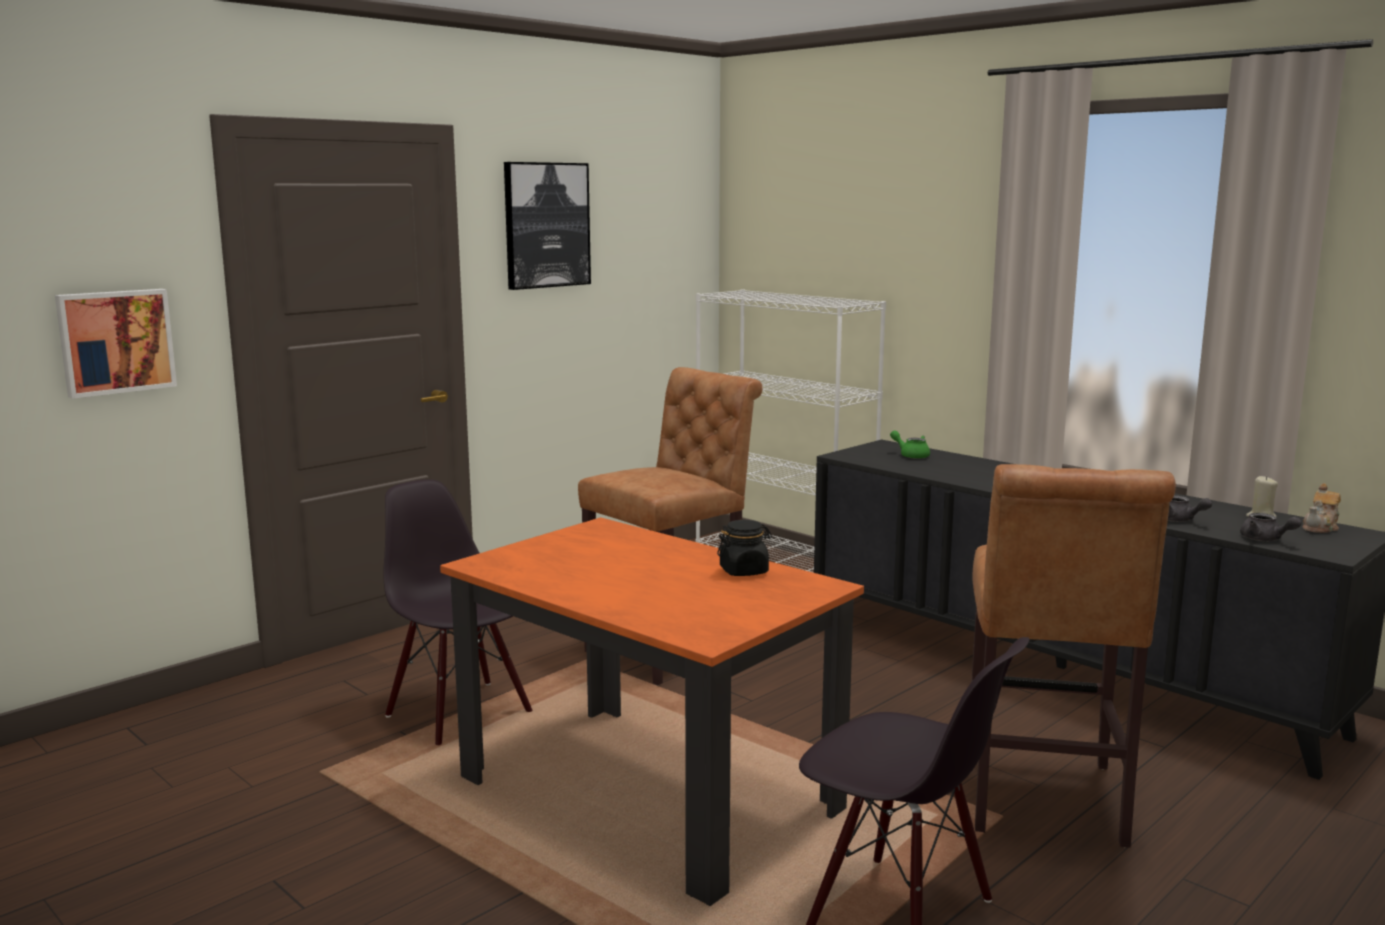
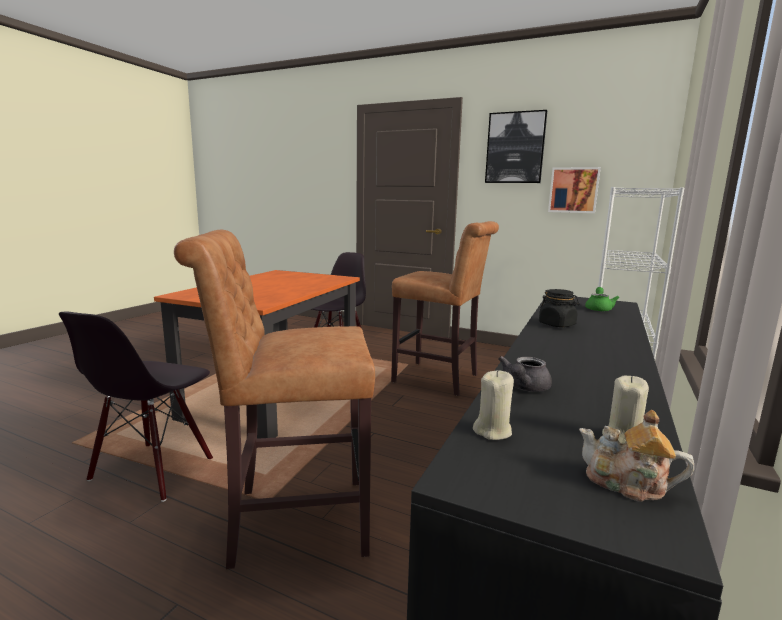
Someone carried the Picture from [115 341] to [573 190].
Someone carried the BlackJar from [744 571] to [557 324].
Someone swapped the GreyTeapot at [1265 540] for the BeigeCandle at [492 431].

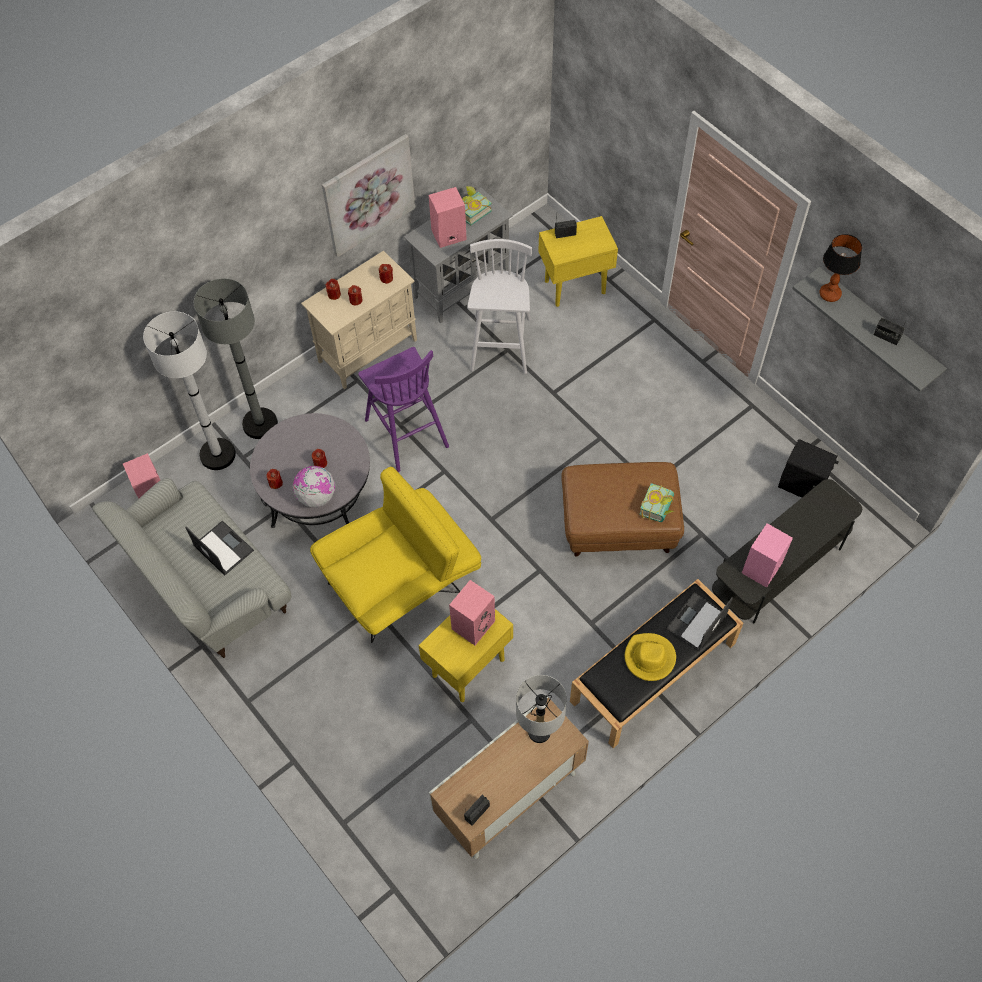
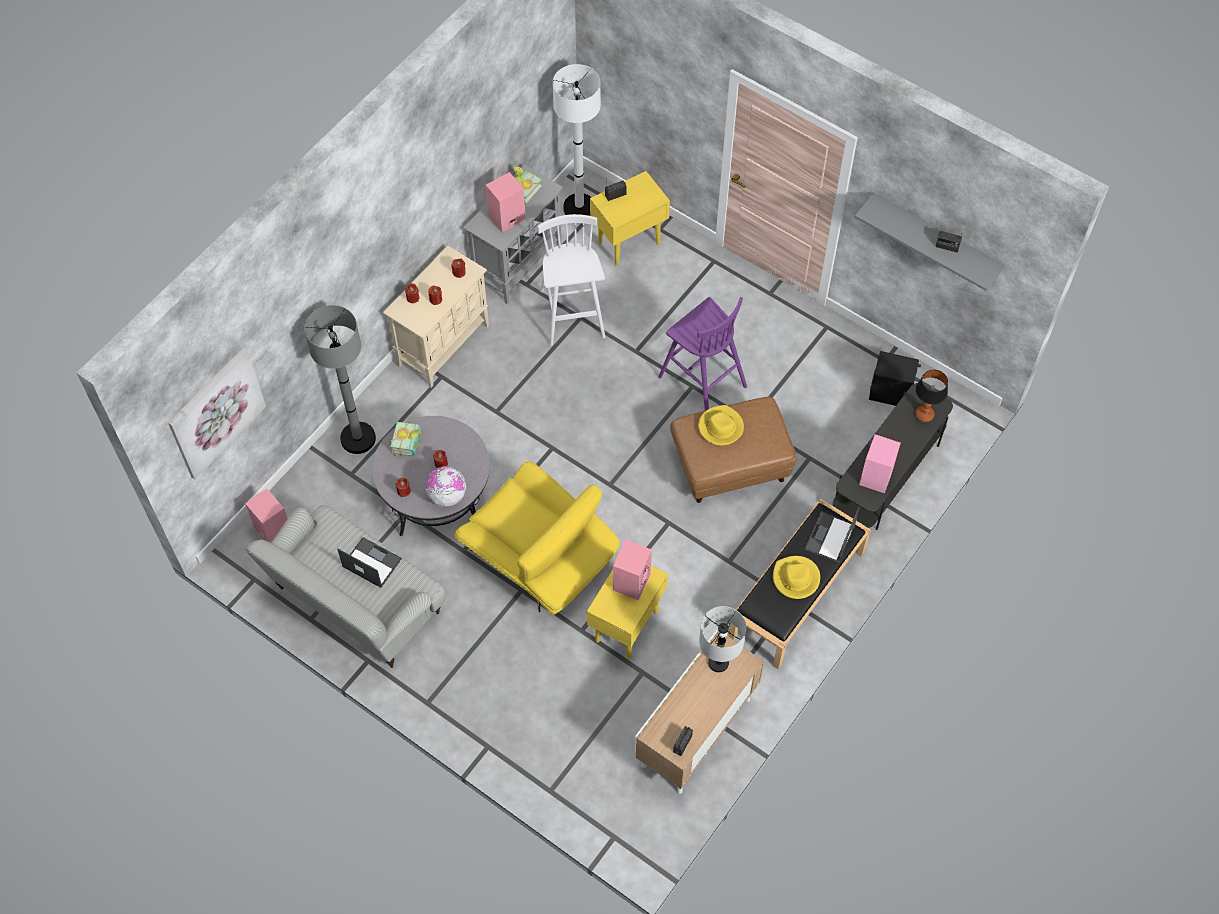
Someone carried the WhiteFloorLamp from [217 455] to [579 208].
Someone rotated the YellowArmchair at [401 580] by 90 degrees clockwise.
Someone carried the Picture from [368 195] to [216 412].
Someone carried the PurpleStool from [405 432] to [701 381].
Someone carried the Book from [659 508] to [410 443].
Someone carried the TableLamp from [830 294] to [924 415].
Someone put down the YellowHat at [720 427].

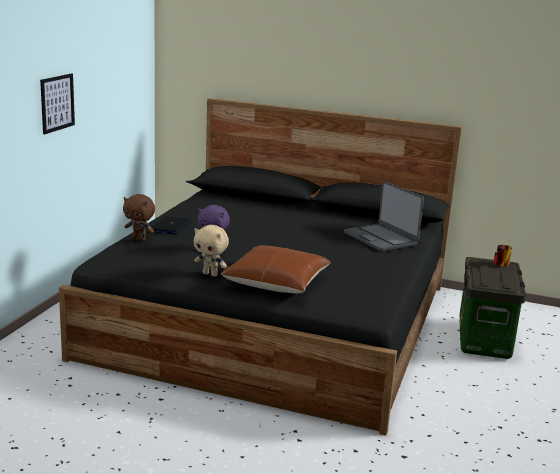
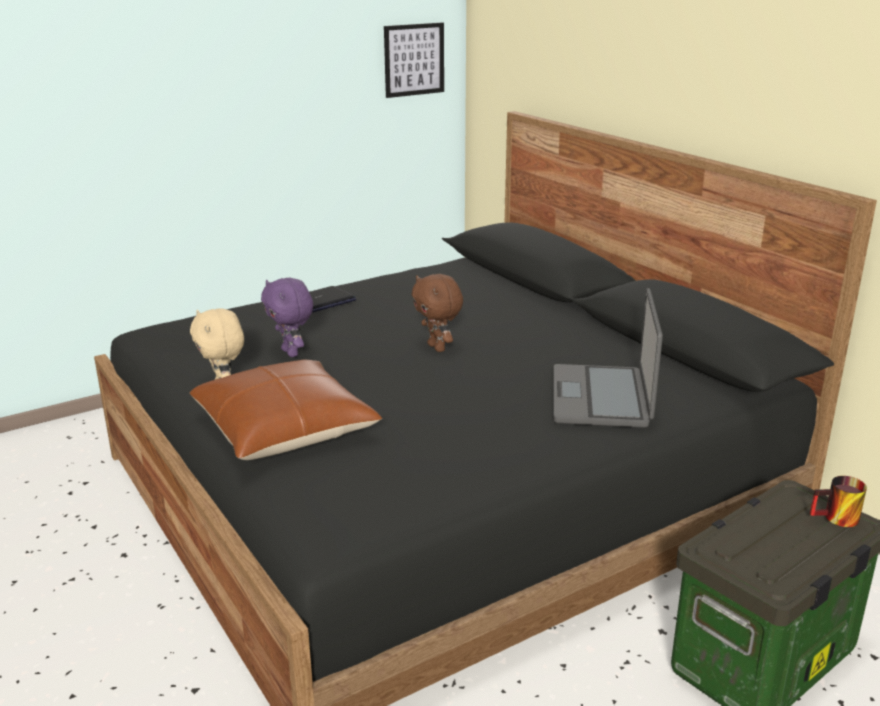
Someone carried the Picture from [57 103] to [414 59].
Someone carried the BrownPlushToy from [139 239] to [438 348].

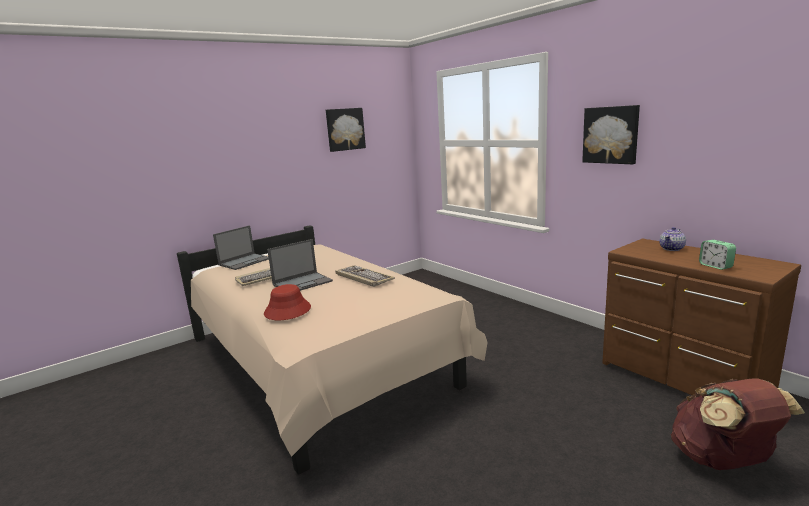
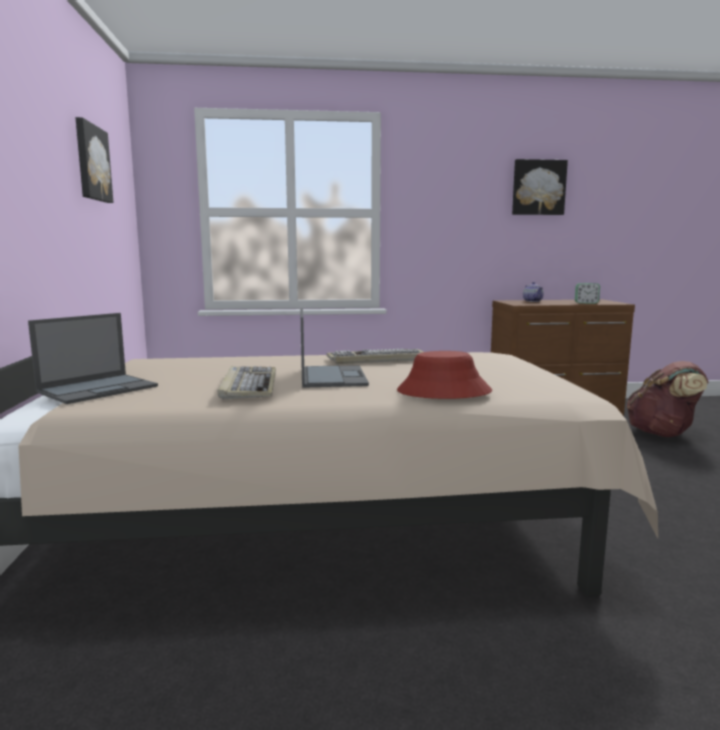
Someone rotated the Laptop at [245 261] by 60 degrees clockwise.
Someone carried the Picture from [611 135] to [538 187].

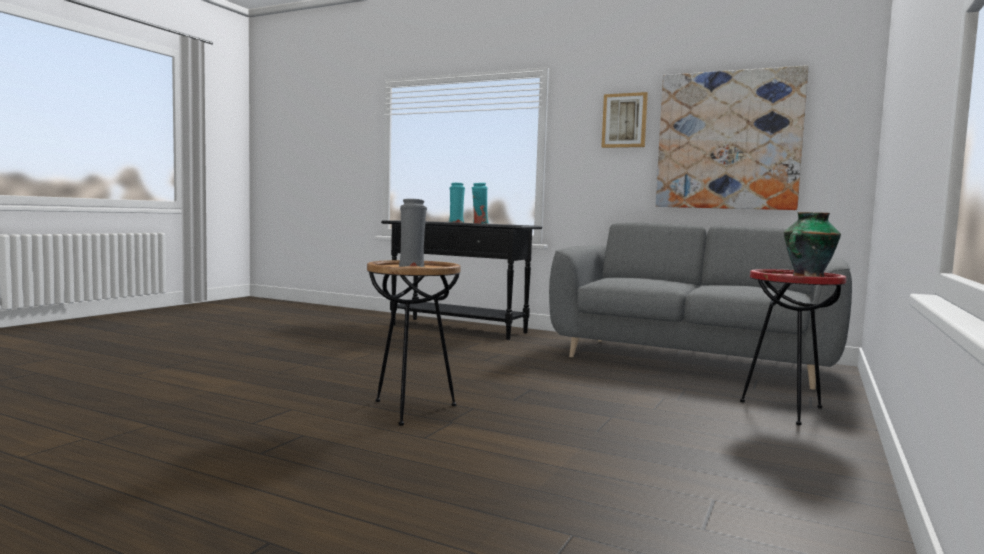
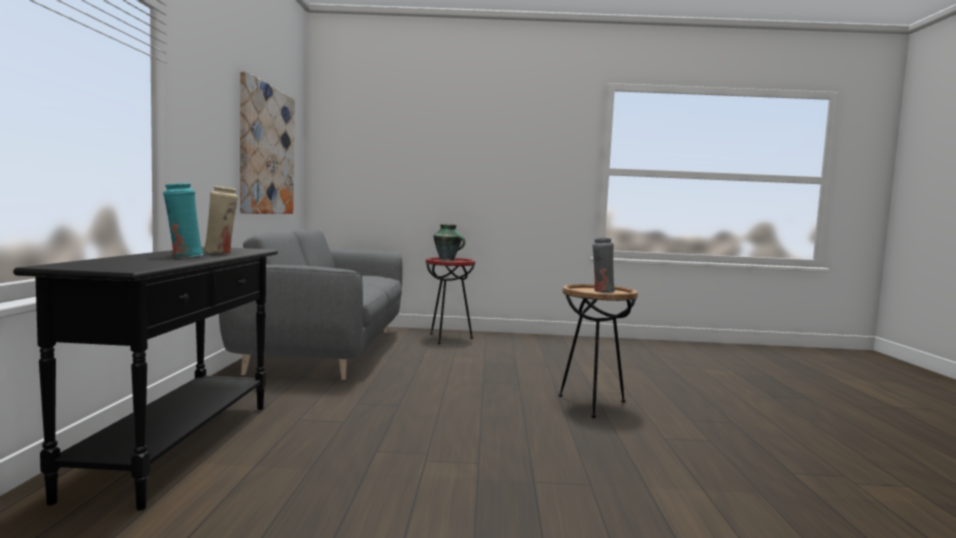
Someone repainted the TurquoiseVase at [479 223], which became the BeigeVase at [221 253].
Someone took away the Picture at [624 120].

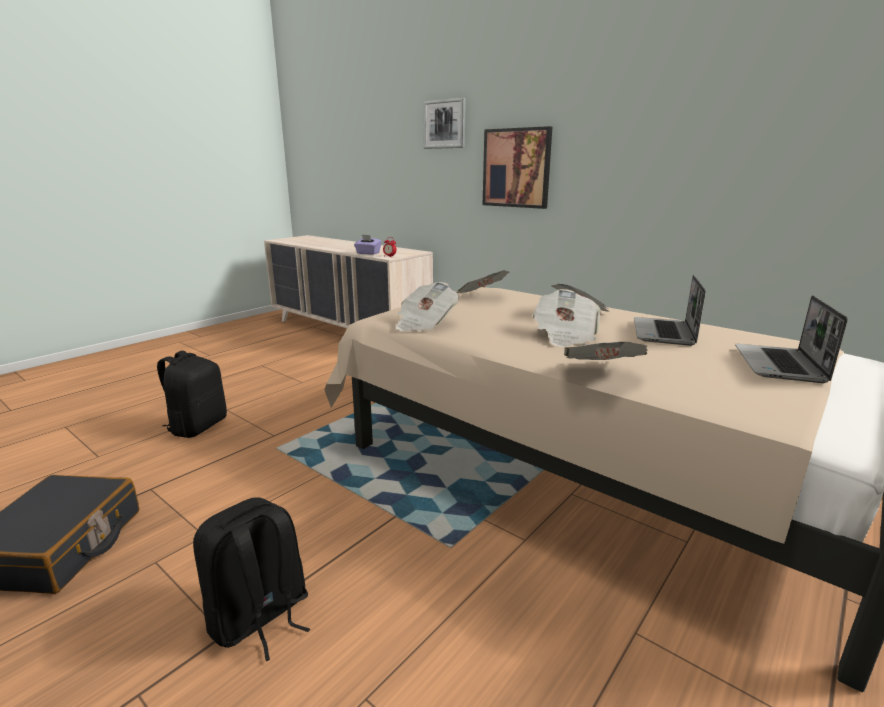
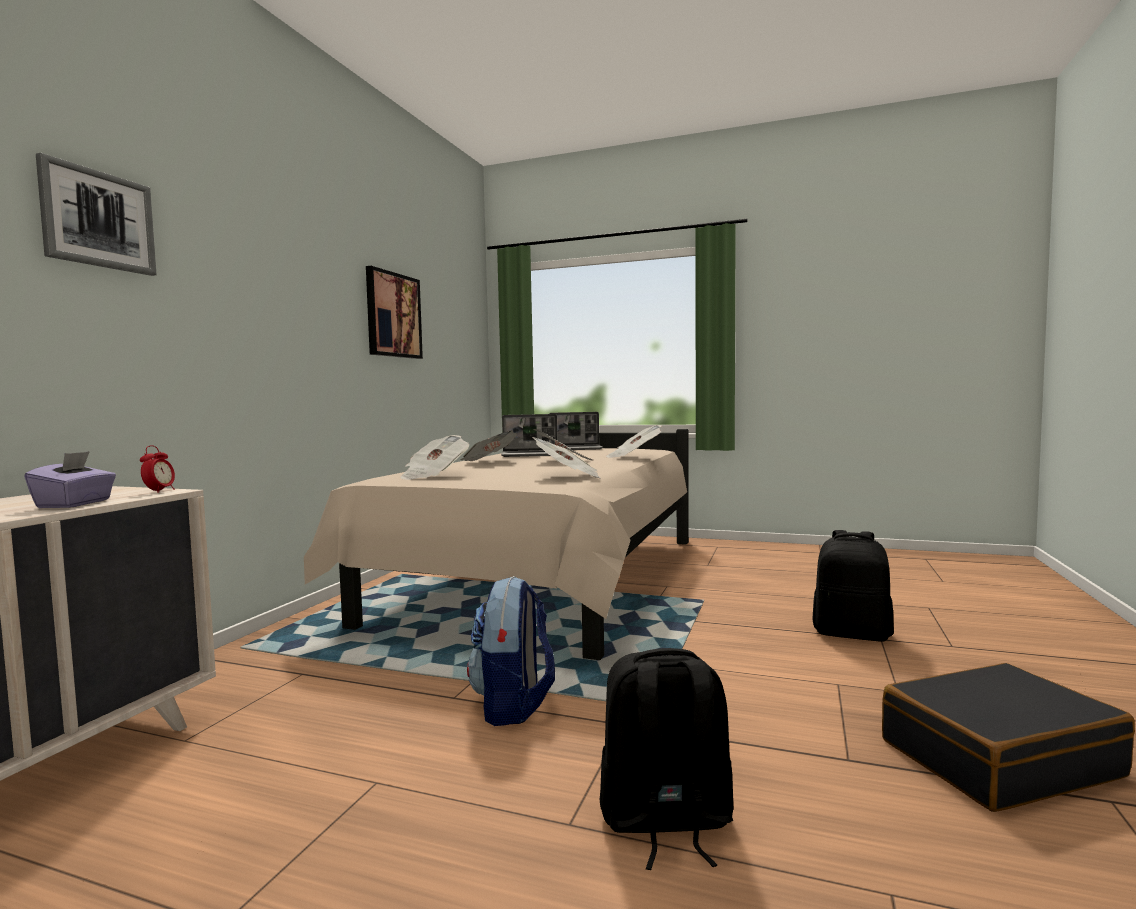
Someone carried the Picture from [516 168] to [393 315].
Someone put down the Backpack at [513 705].

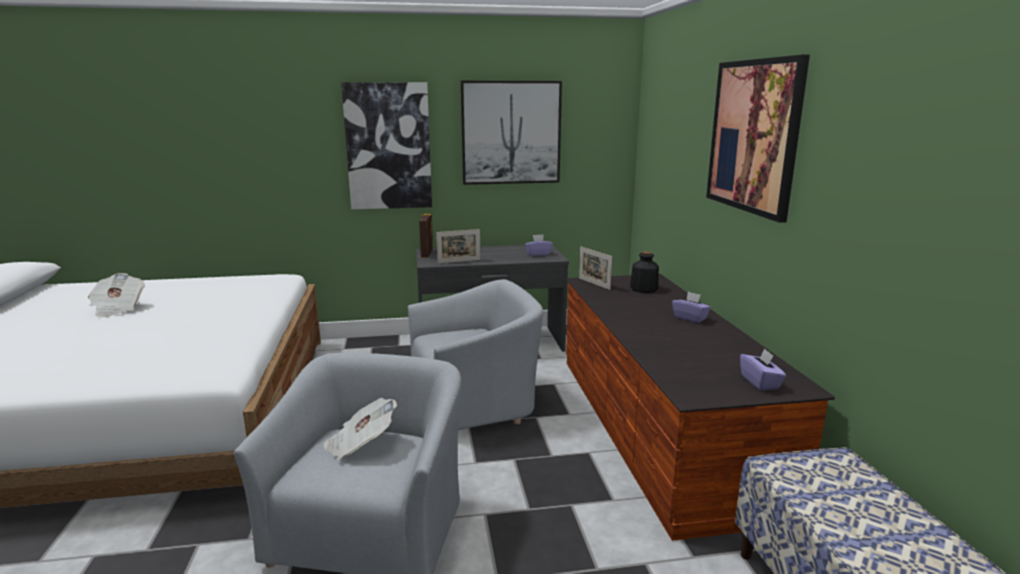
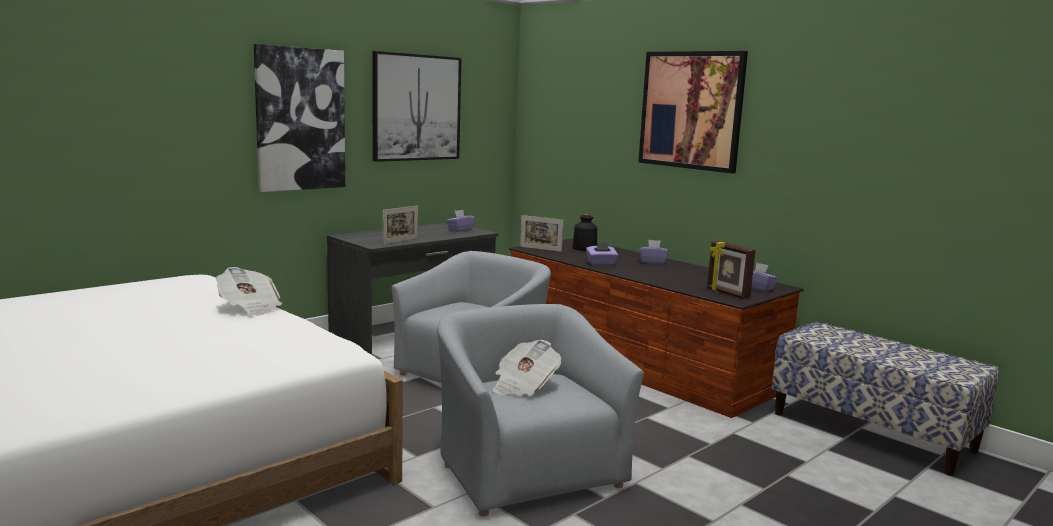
Someone carried the Newspaper from [117 308] to [249 307].
Someone carried the PictureFrame from [426 253] to [727 293].
Someone put down the PurpleTissueBox at [601 264].

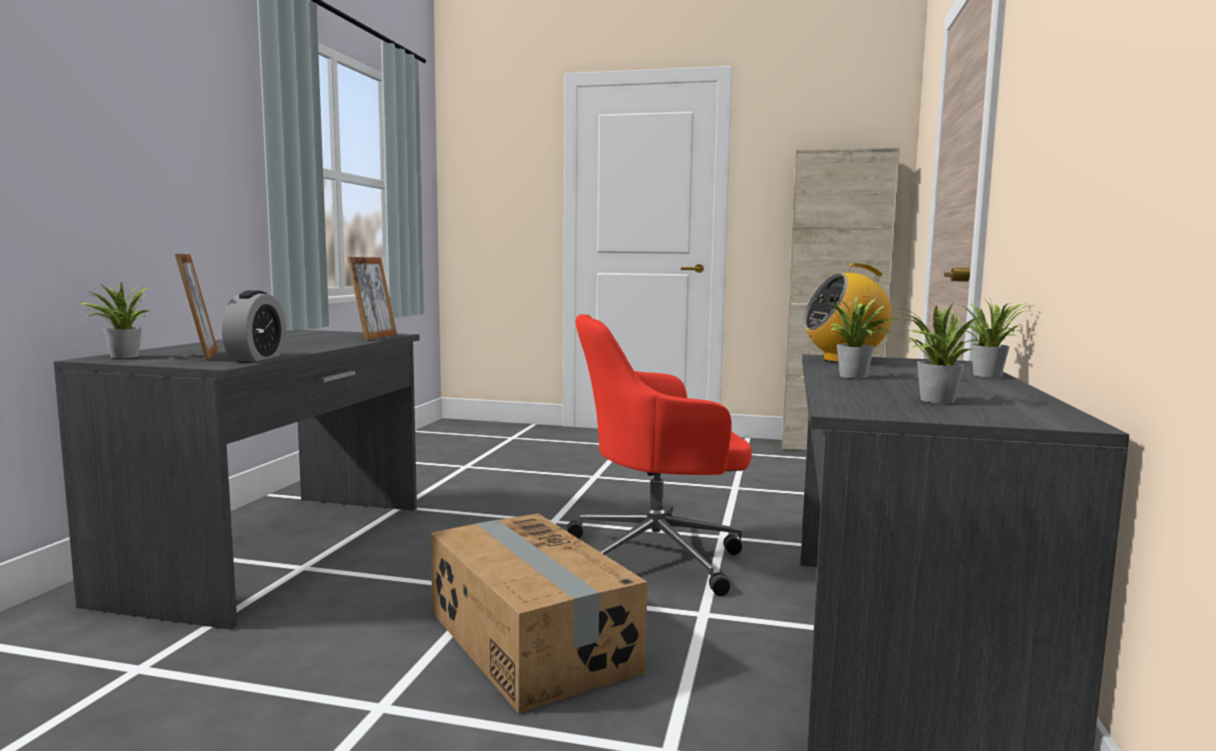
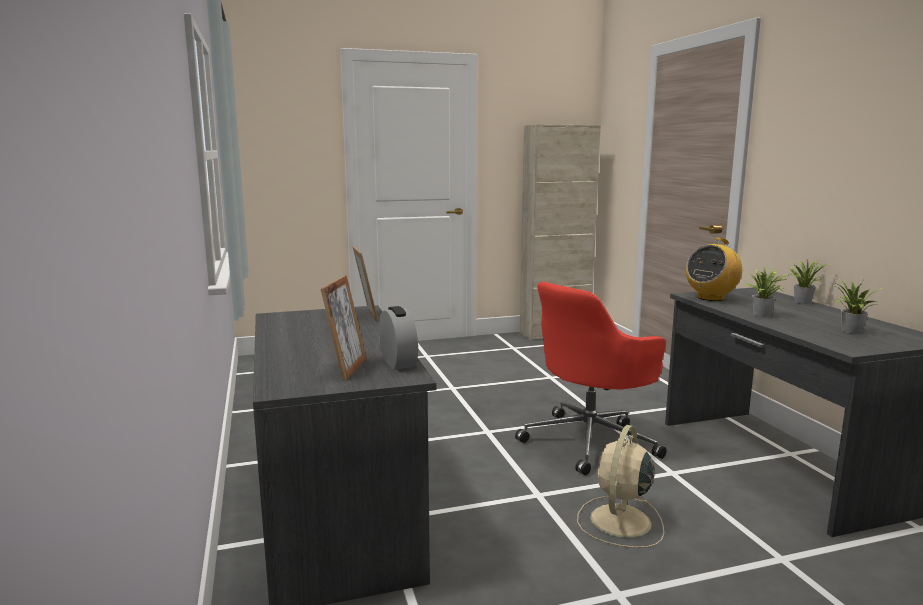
Someone took away the PottedPlant at [121 356].
Someone rotated the PictureFrame at [201 356] by 60 degrees clockwise.
Someone swapped the CardboardBox at [529 641] for the BeigeFan at [619 522].

